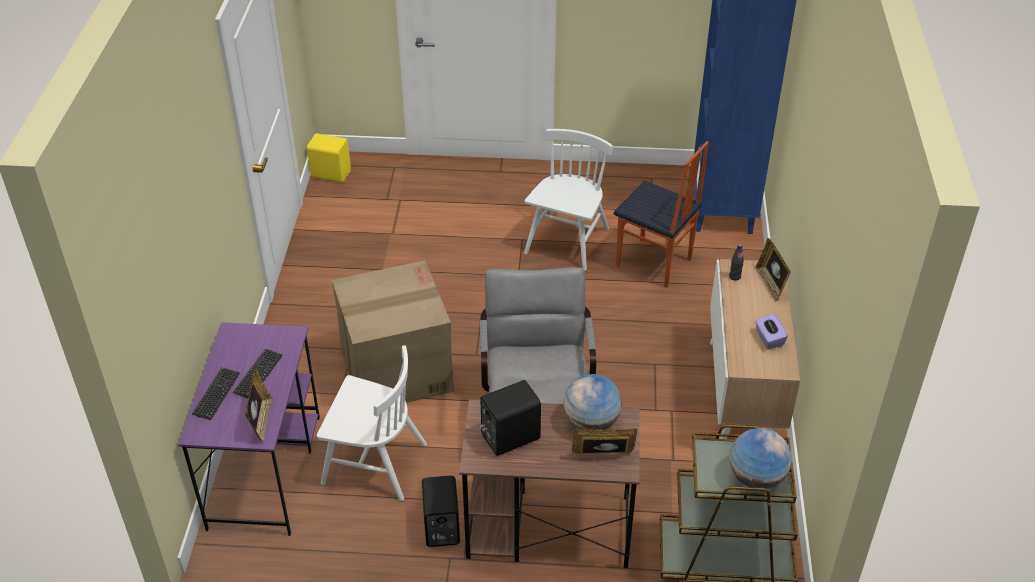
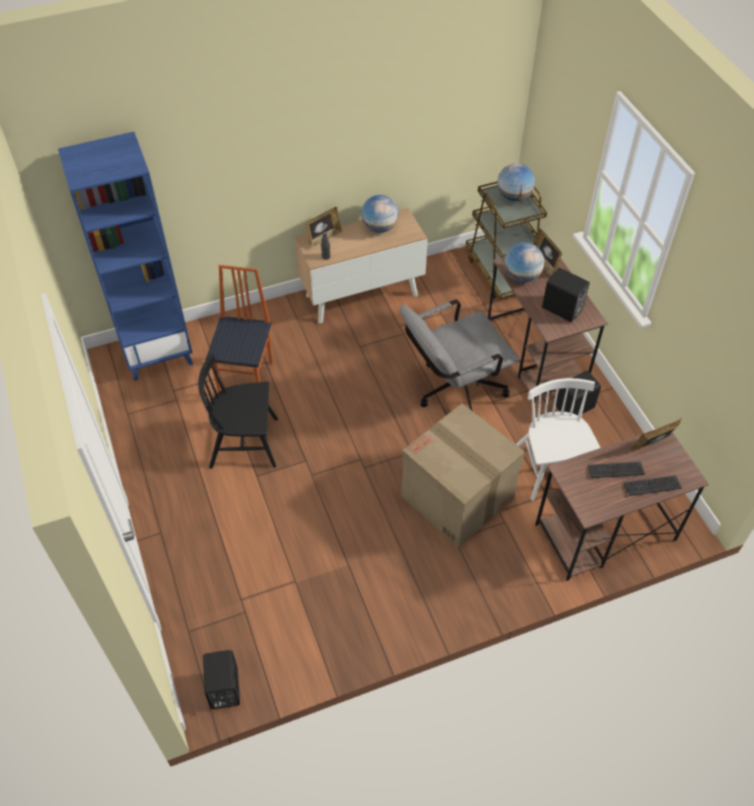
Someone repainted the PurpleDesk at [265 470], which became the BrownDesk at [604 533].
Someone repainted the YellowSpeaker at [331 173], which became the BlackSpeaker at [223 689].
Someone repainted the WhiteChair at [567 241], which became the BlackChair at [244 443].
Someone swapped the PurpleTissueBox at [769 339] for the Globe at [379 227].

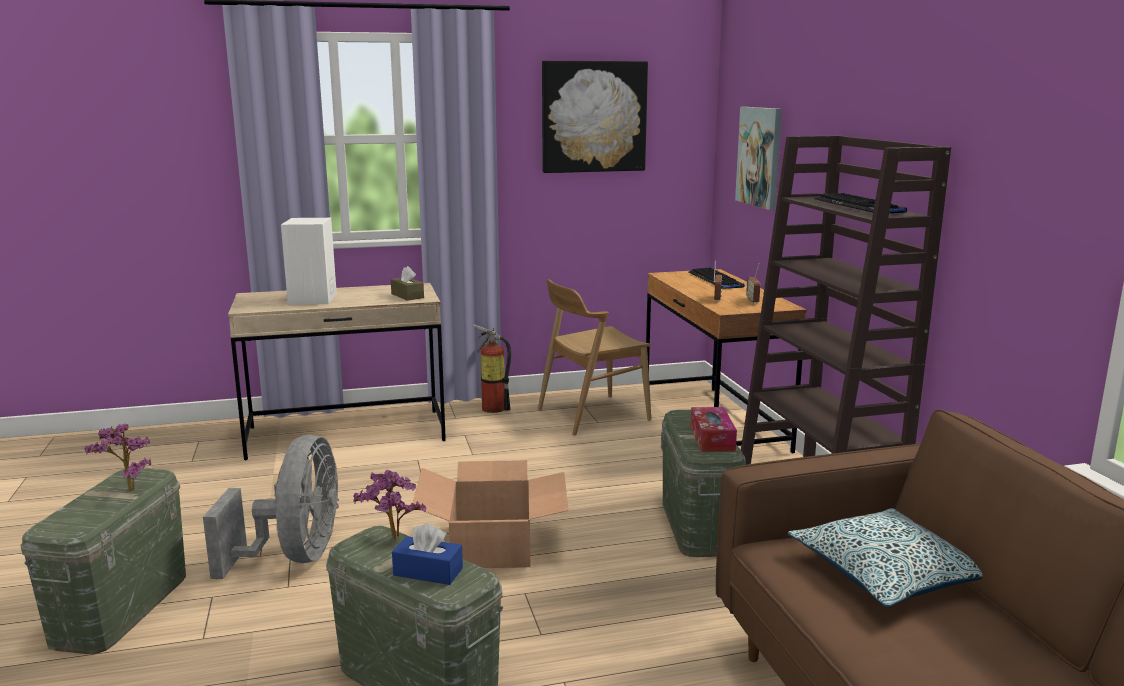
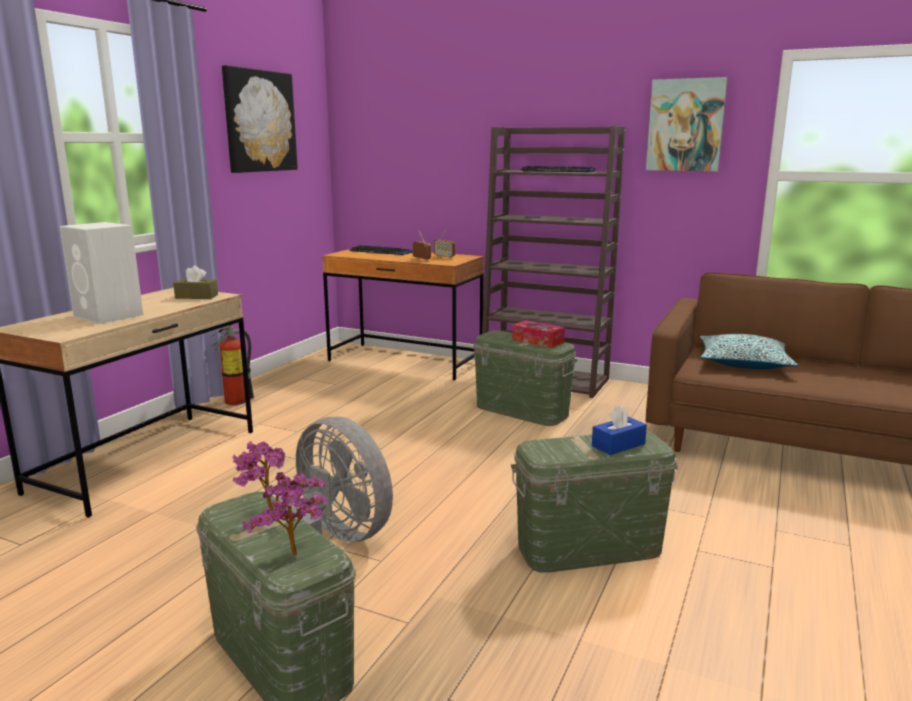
Someone carried the PottedPlant from [392 541] to [296 558].
Someone took away the CardboardBox at [493 545].
Someone took away the BrownChair at [592 415].
Someone carried the Picture from [760 156] to [685 125].

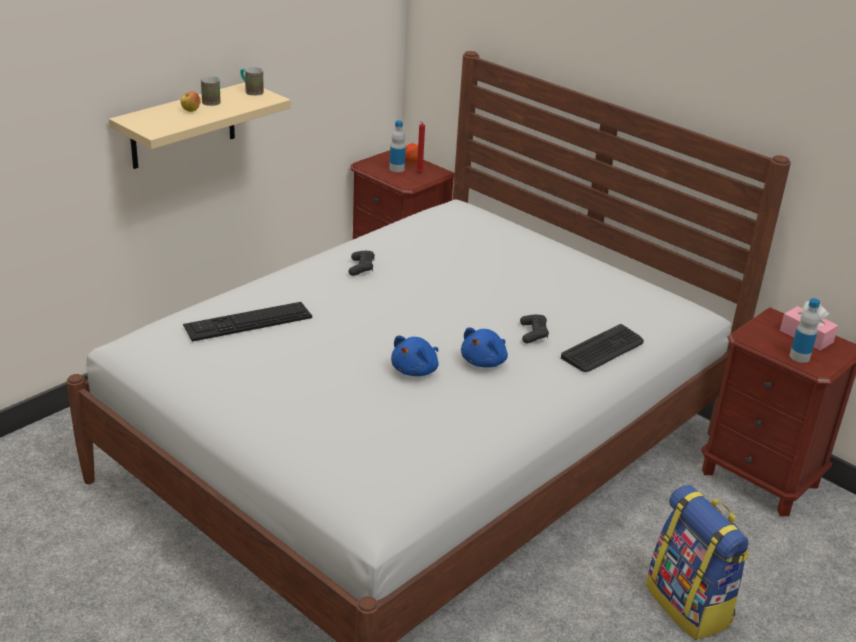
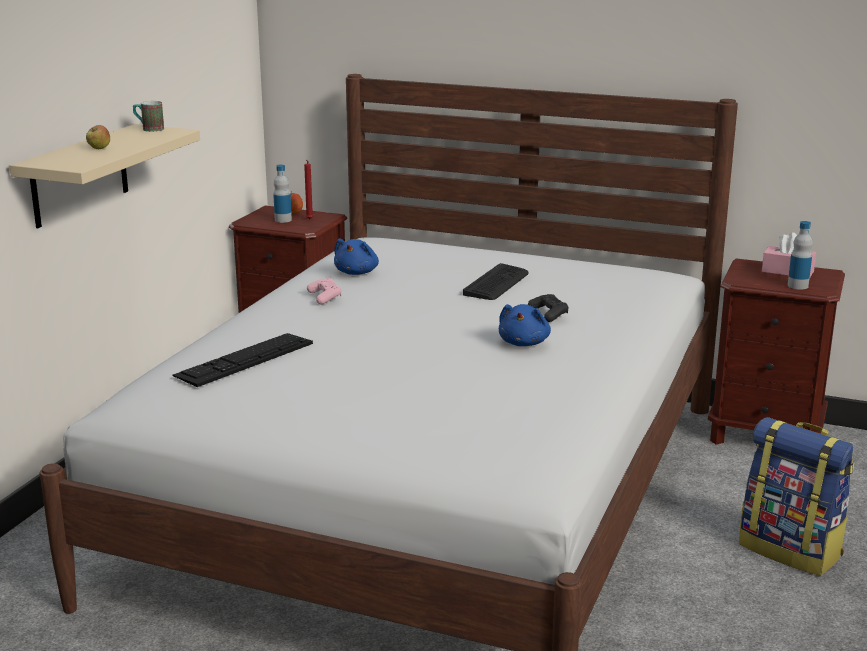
Someone took away the Mug at [213 101].
Someone repainted the BlackGameController at [361 268], which became the PinkGameController at [324 297].
Someone carried the BluePlushToy from [416 370] to [357 272].
Someone carried the Keyboard from [603 349] to [497 283].

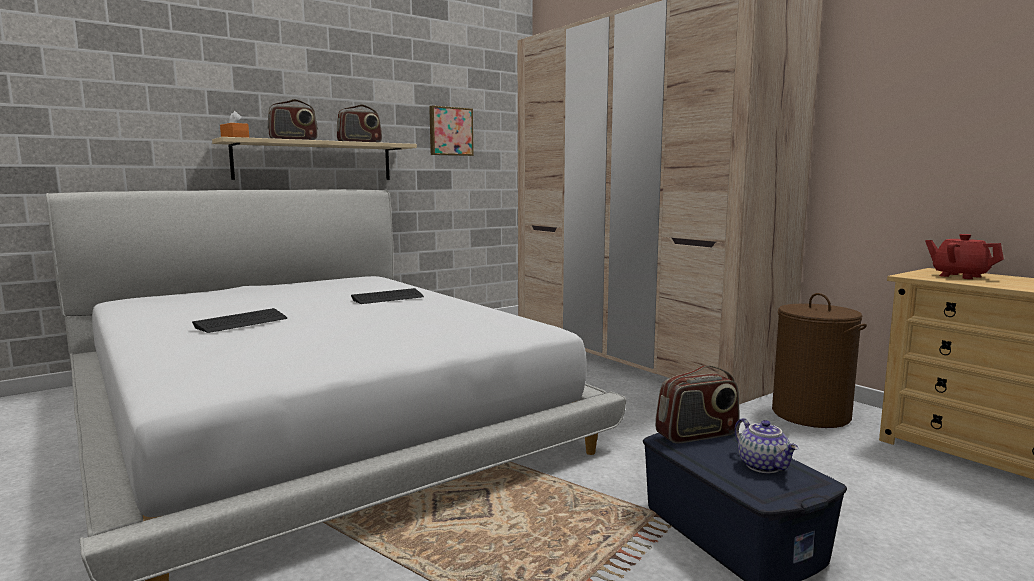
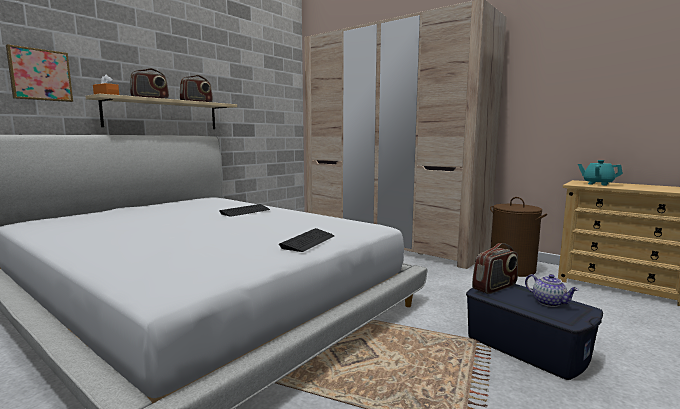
Someone carried the Keyboard from [242 323] to [308 241].
Someone carried the Picture from [450 131] to [40 75].
Someone repainted the RedTeapot at [959 276], which became the TurquoiseTeapot at [597 184].

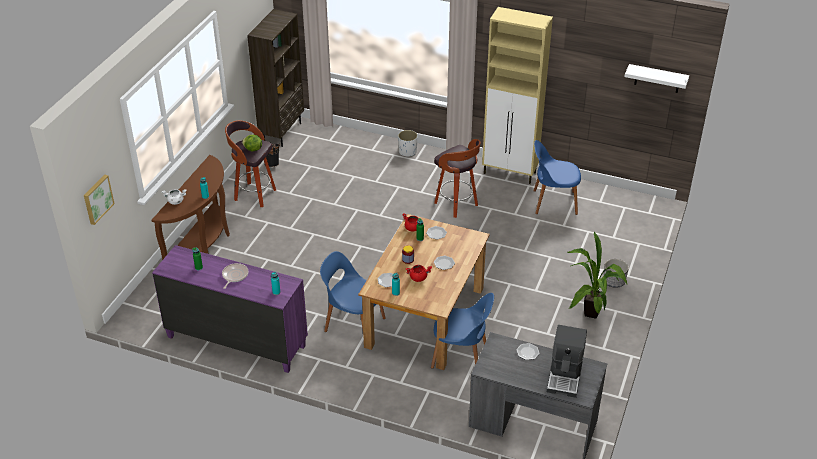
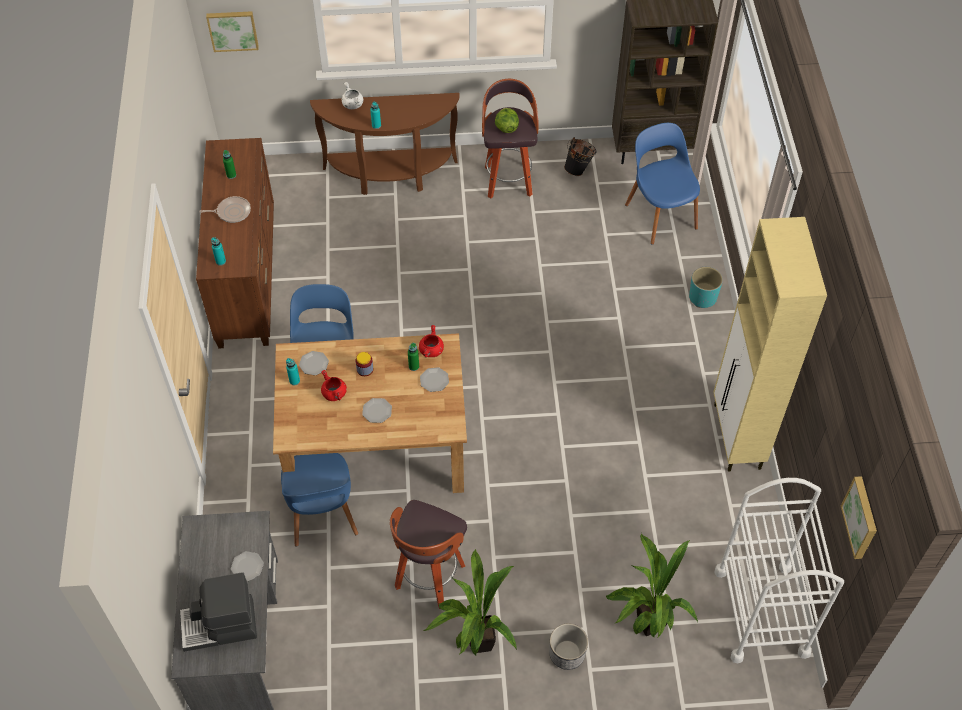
Someone repainted the PurpleDresser at [236 341], which became the BrownDresser at [247 278].
Someone repainted the WhitePlanter at [407 152], which became the TurquoisePlanter at [702 297].
Someone carried the Stool from [457 205] to [429 578].
Someone carried the BlueChair from [553 202] to [660 214].
Someone swapped the WhiteShelf at [657 79] for the Picture at [861 517].
Someone put down the PottedPlant at [645 627].
Someone put down the WhiteCart at [761 612].

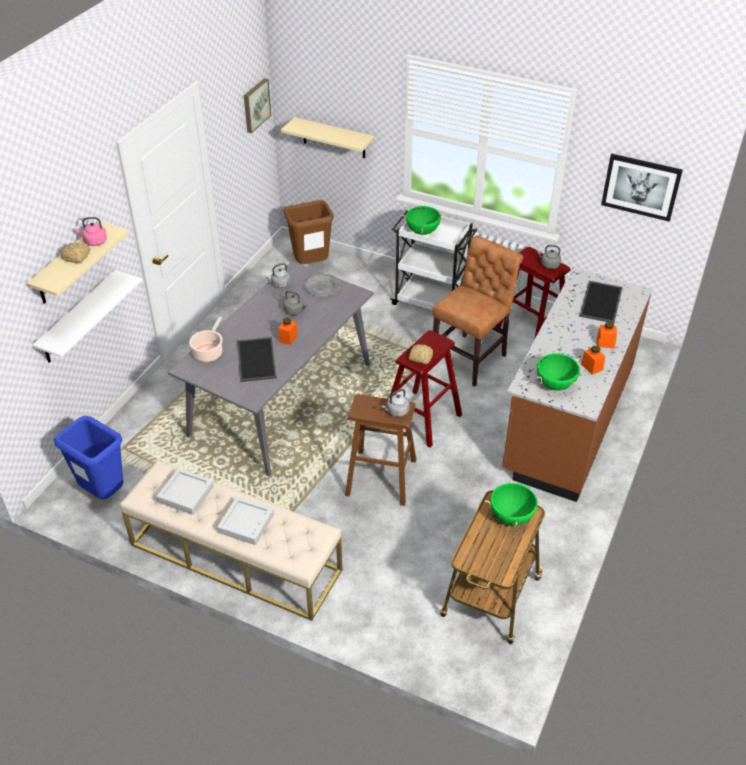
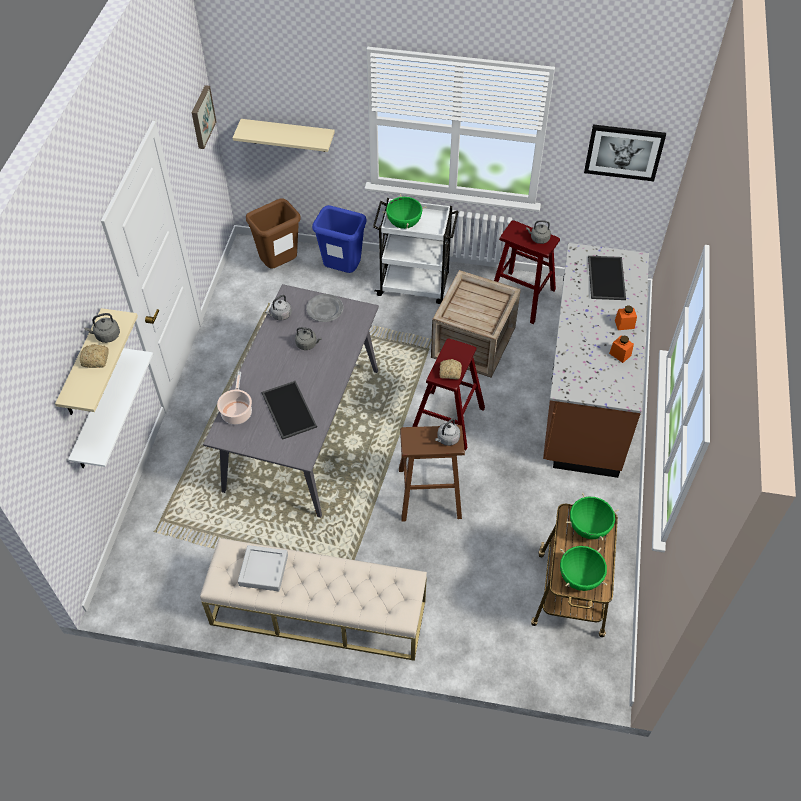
Someone carried the BlueTrashCan from [104 494] to [343 271].
Someone repainted the PinkKettle at [94 241], which became the GreyKettle at [106 336].
Someone took away the GreyTray at [246 523].
Someone took away the OrangeJar at [288 338].
Someone swapped the BrownChair at [471 358] for the Crate at [474 341].
Someone carried the GreenCookingPot from [555 384] to [579 578].

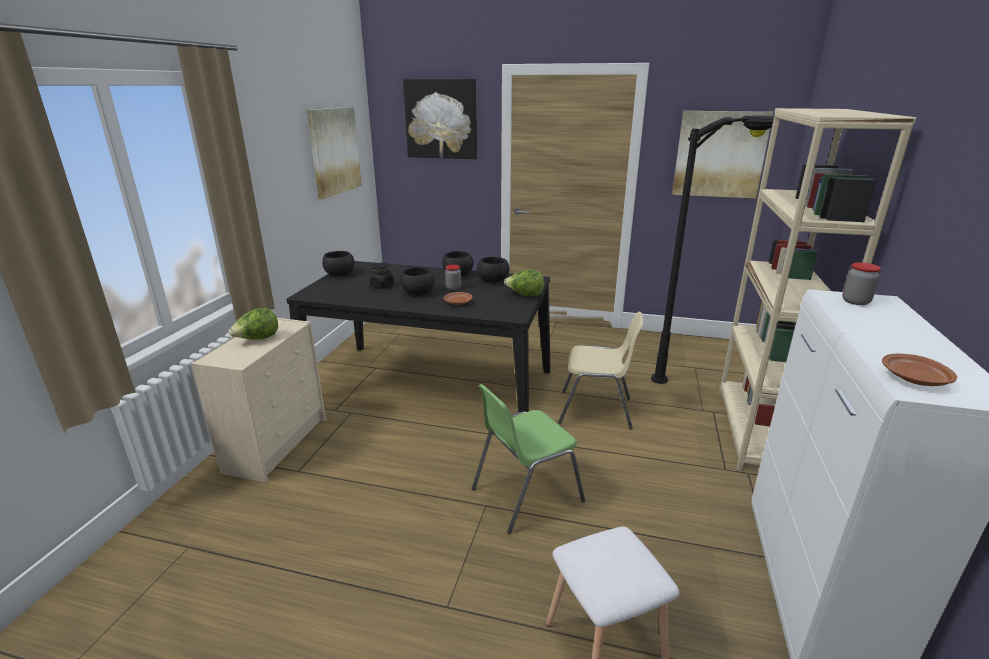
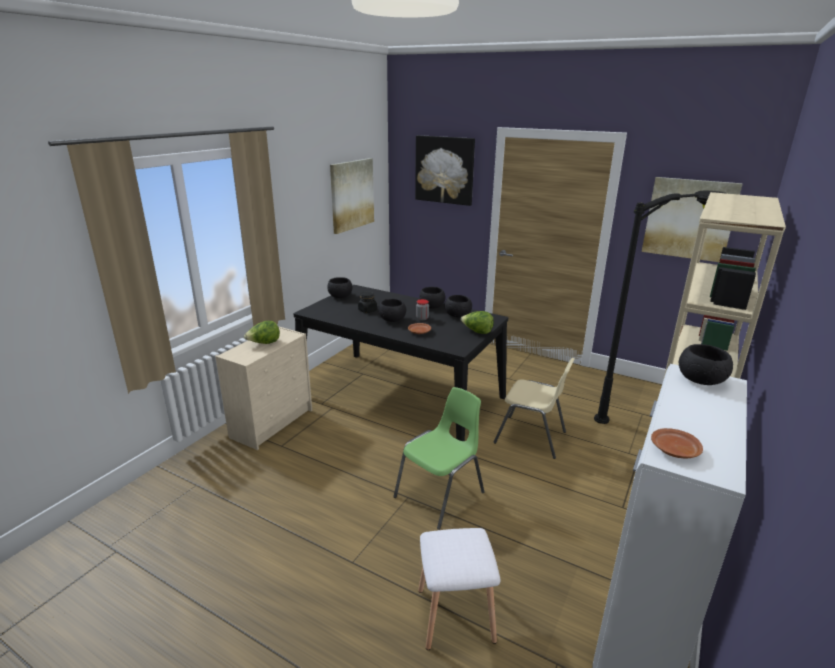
Someone rotated the GreenChair at [525 494] by 150 degrees clockwise.
Someone swapped the Jar at [855 301] for the BlackBowl at [700 380].

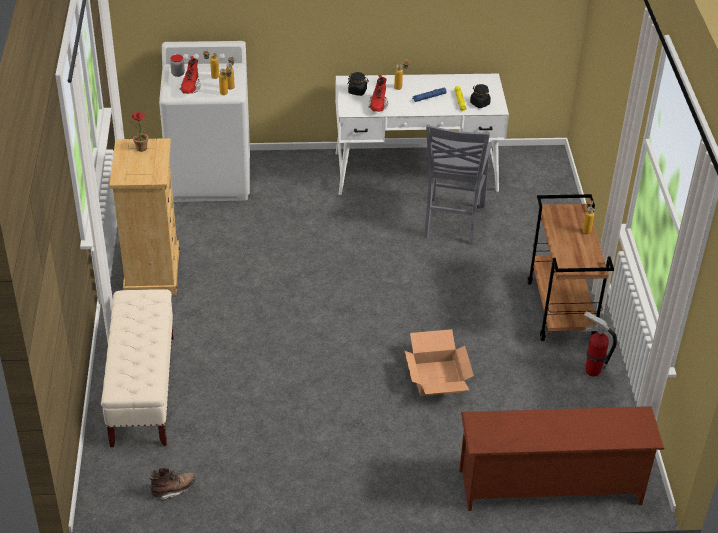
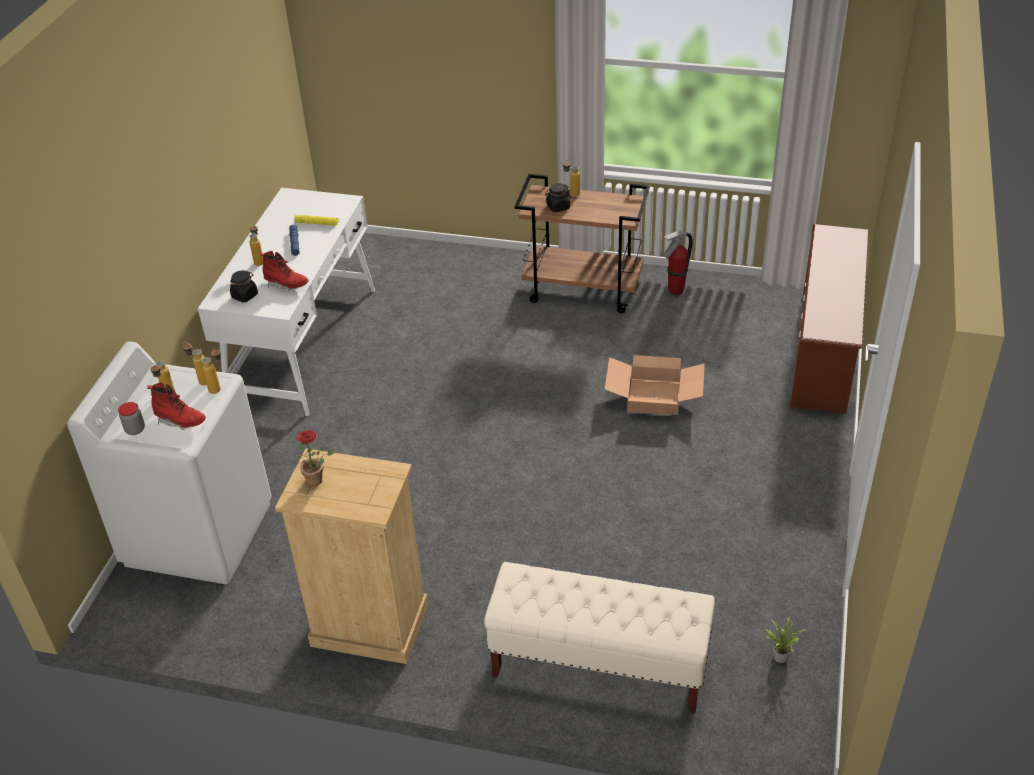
Someone swapped the BrownBoot at [173 489] for the PottedPlant at [779 655].
Someone took away the GreyChair at [452 222].
Someone carried the BlackJar from [479 103] to [558 207].

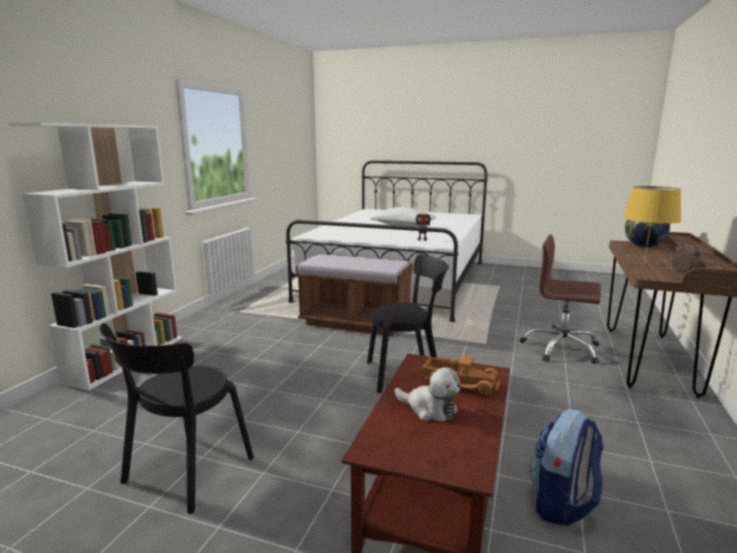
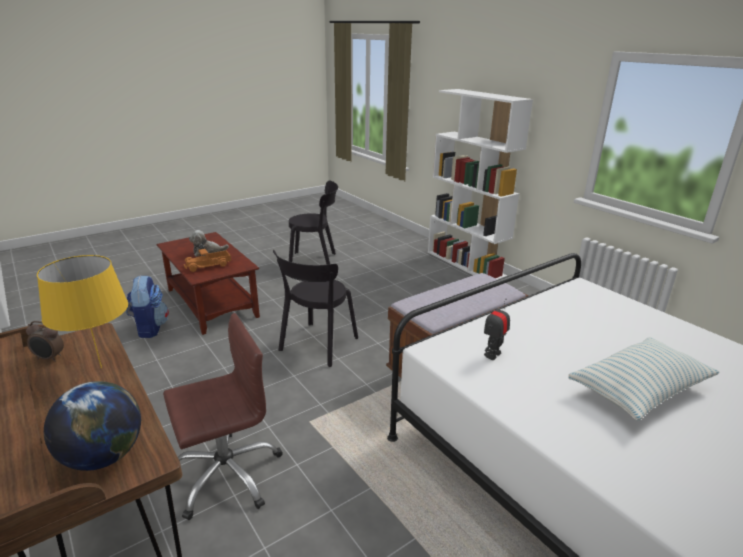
Someone rotated the BlackChair at [185 473] by 120 degrees clockwise.

